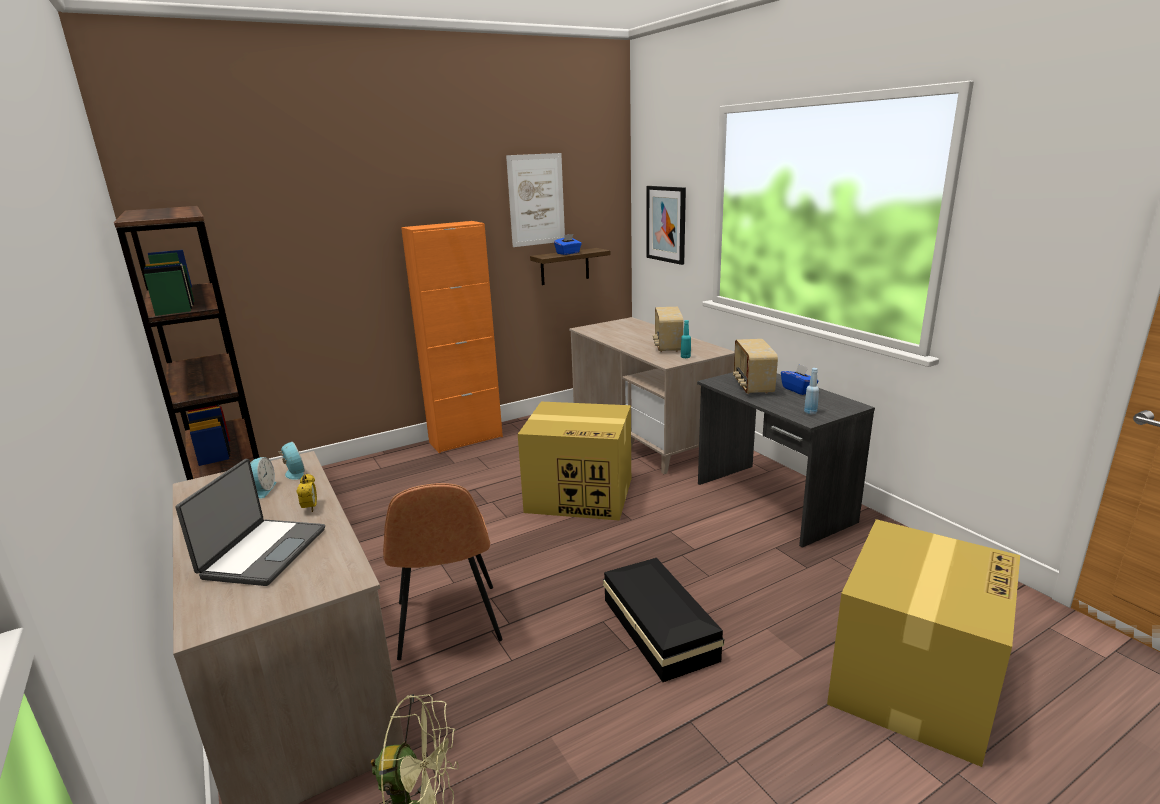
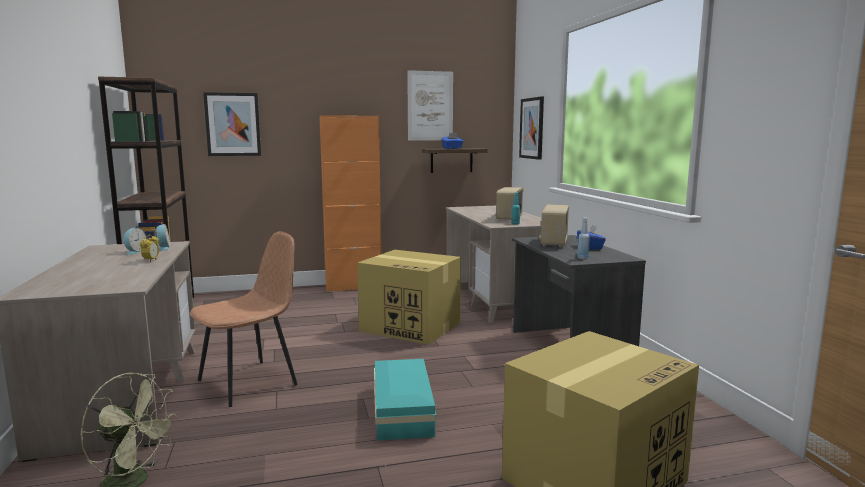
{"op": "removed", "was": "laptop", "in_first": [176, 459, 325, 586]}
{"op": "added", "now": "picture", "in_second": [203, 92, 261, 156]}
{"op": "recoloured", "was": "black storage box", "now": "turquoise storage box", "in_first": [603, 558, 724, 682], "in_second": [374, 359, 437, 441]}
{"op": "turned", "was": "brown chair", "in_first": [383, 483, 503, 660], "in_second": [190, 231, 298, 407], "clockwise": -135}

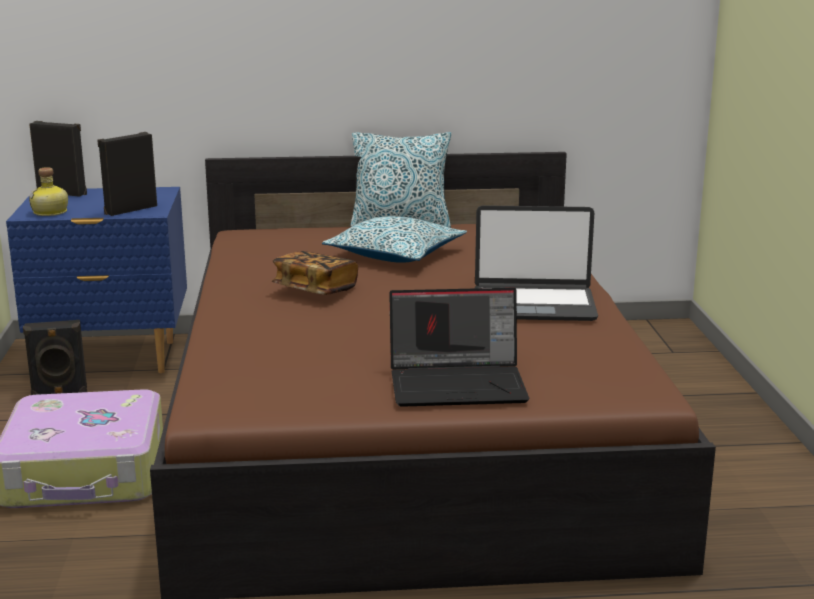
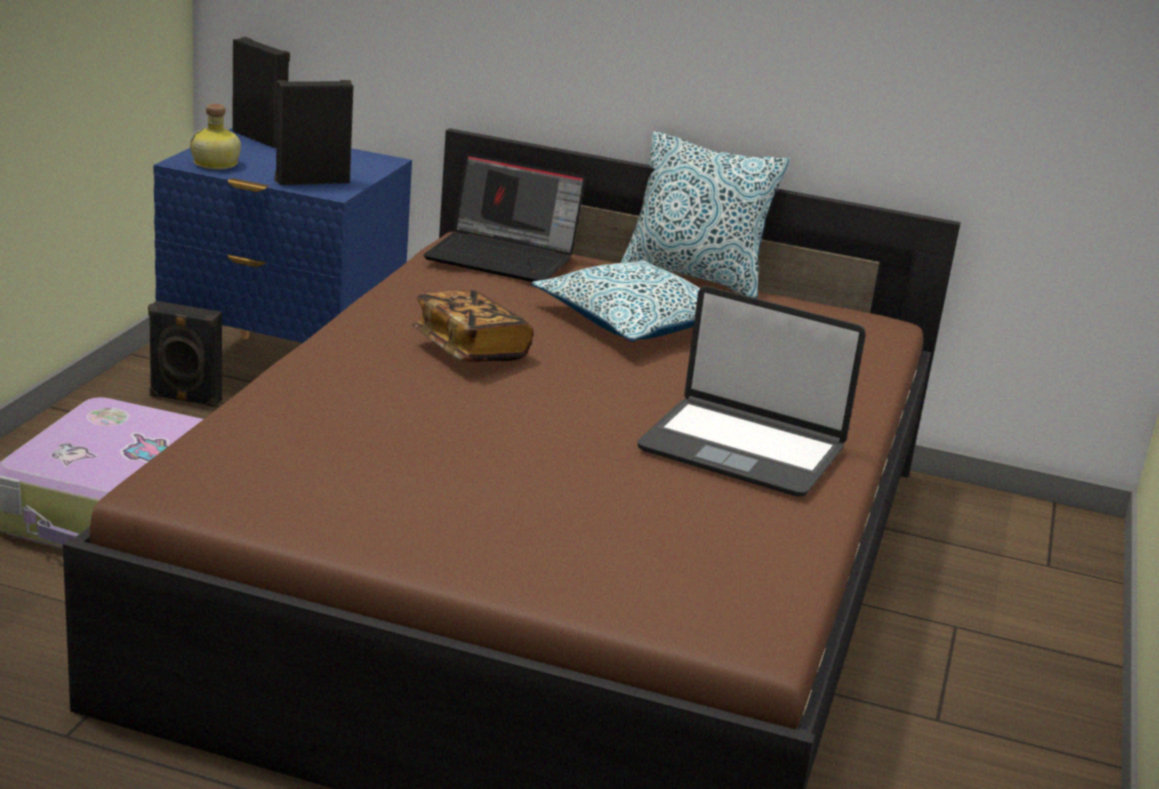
{"op": "moved", "was": "laptop", "in_first": [389, 288, 529, 407], "in_second": [423, 154, 586, 282]}

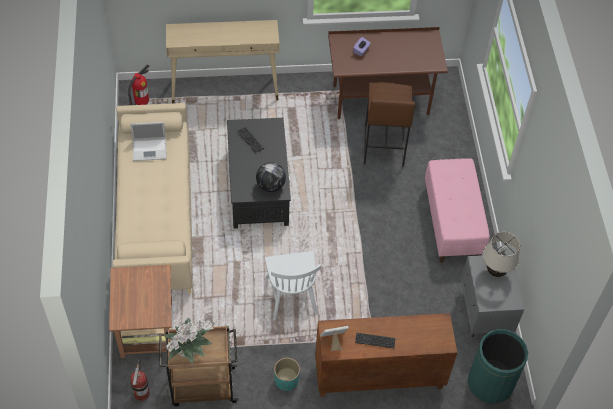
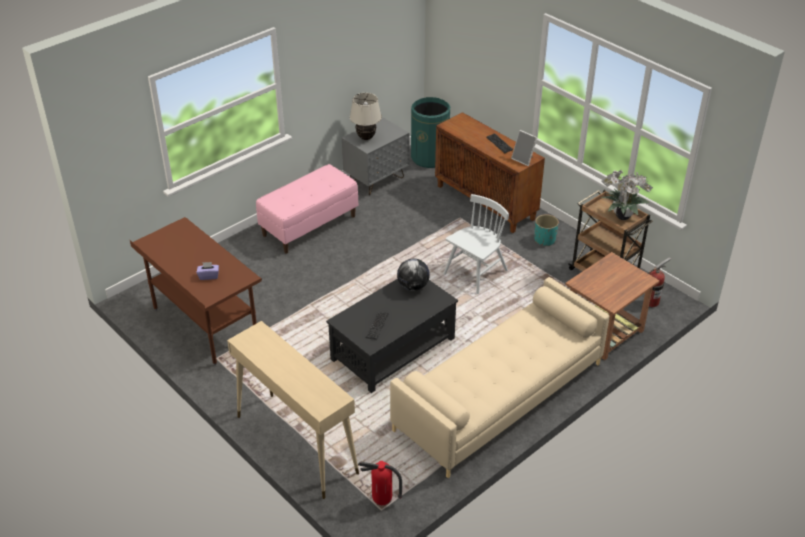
{"op": "removed", "was": "laptop", "in_first": [130, 122, 167, 161]}
{"op": "removed", "was": "brown stool", "in_first": [364, 82, 415, 167]}

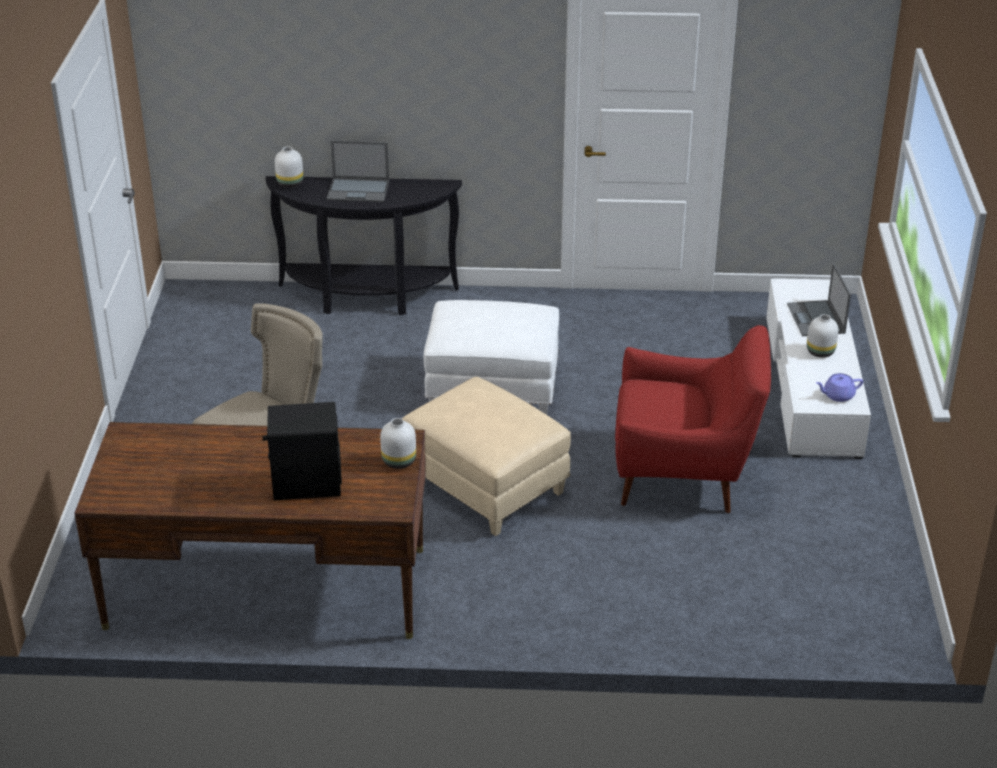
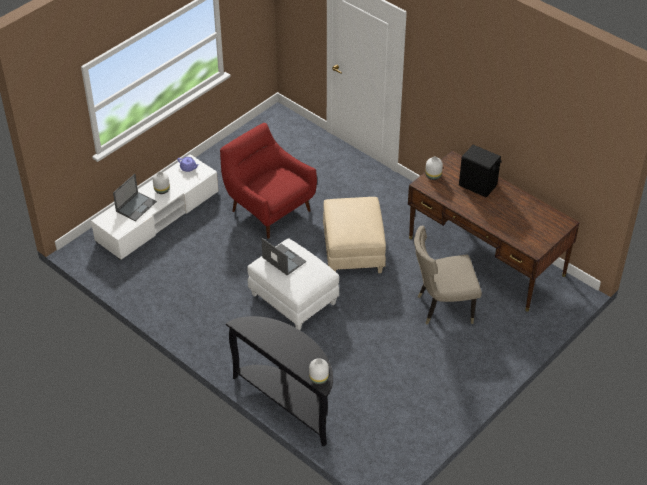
{"op": "moved", "was": "laptop", "in_first": [327, 140, 389, 202], "in_second": [261, 238, 306, 276]}

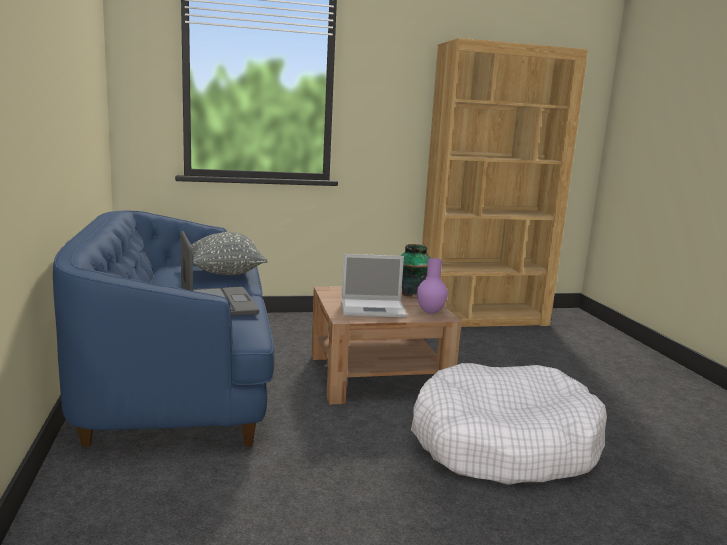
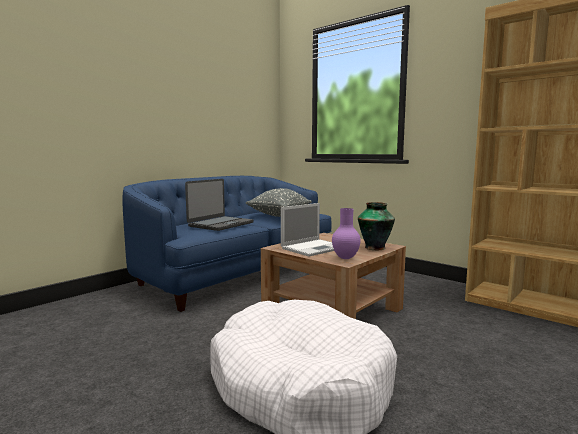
{"op": "turned", "was": "laptop", "in_first": [341, 254, 407, 317], "in_second": [281, 203, 334, 256], "clockwise": -90}

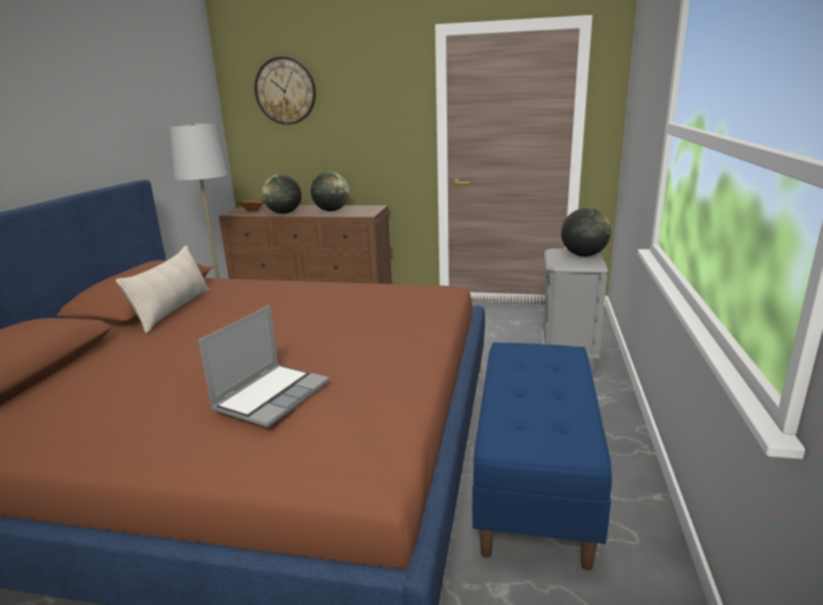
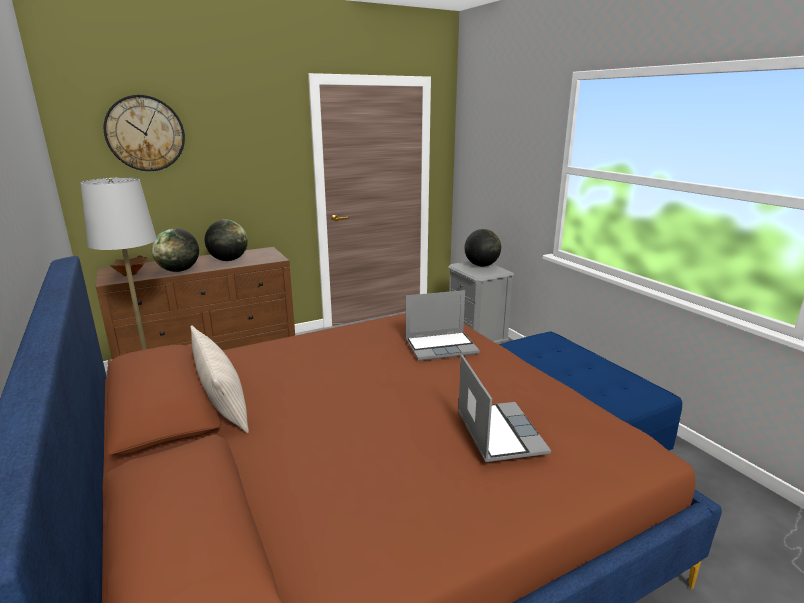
{"op": "added", "now": "laptop", "in_second": [405, 290, 480, 361]}

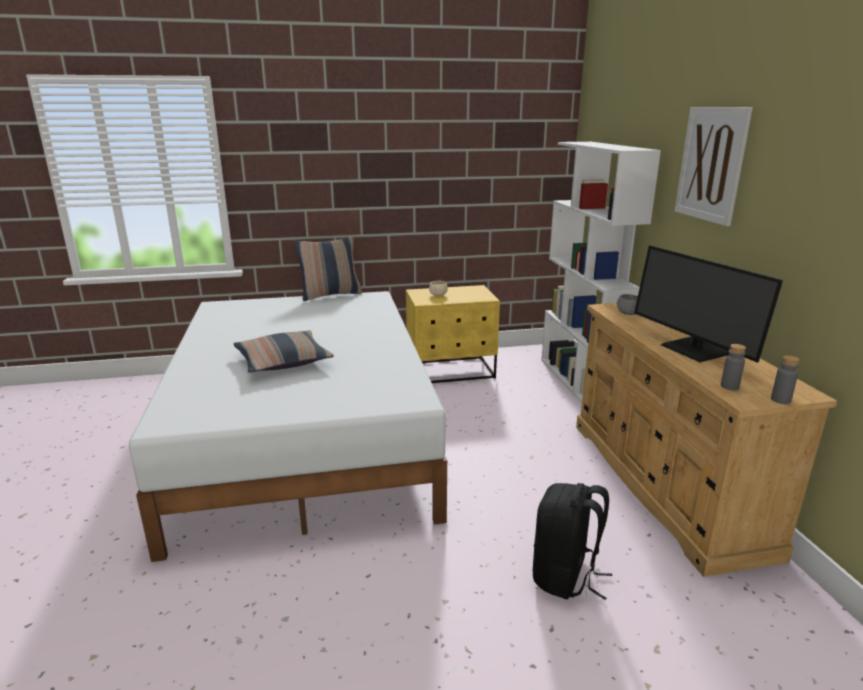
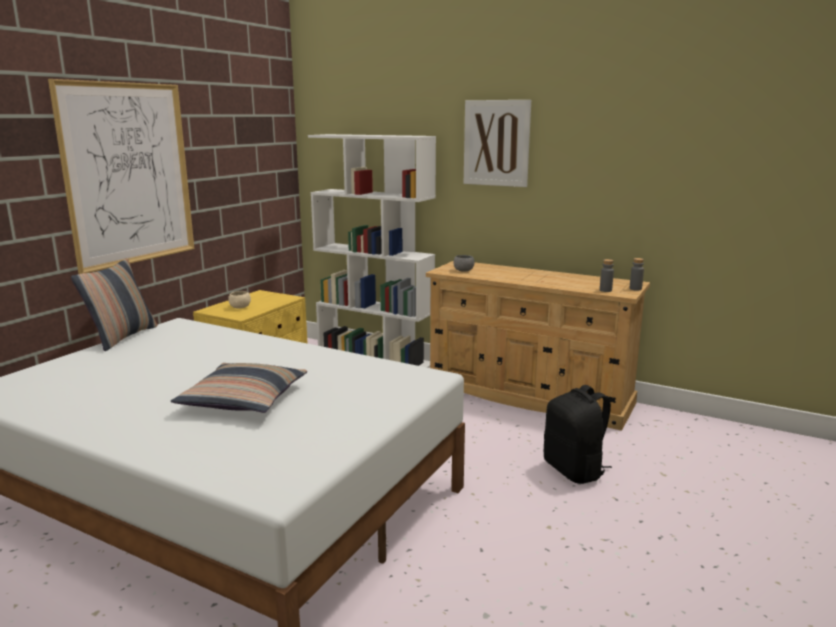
{"op": "removed", "was": "monitor", "in_first": [634, 246, 783, 362]}
{"op": "added", "now": "picture", "in_second": [48, 79, 194, 274]}

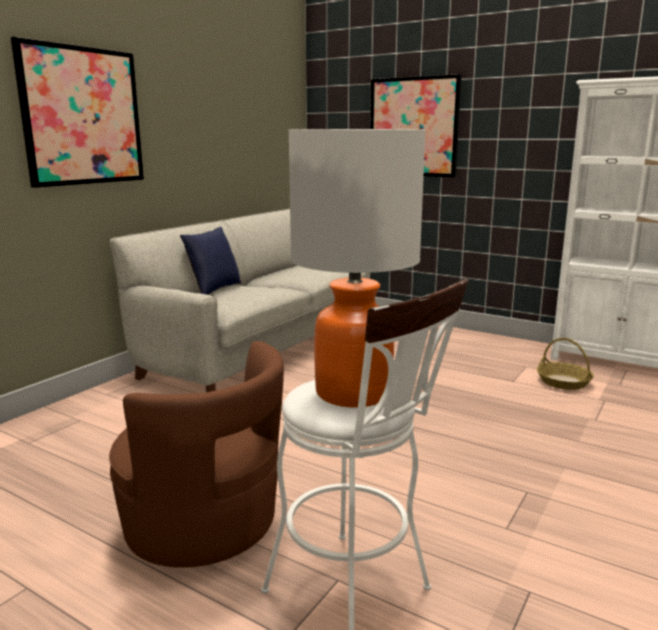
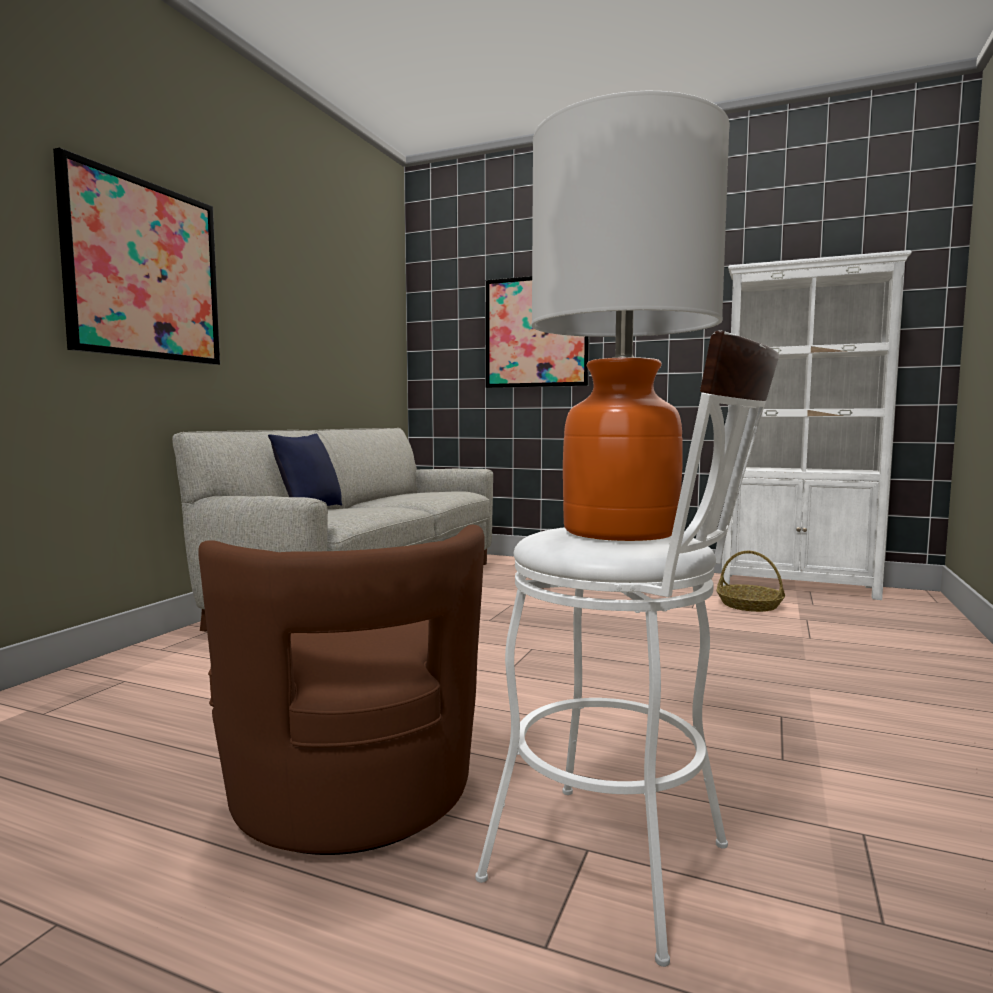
{"op": "turned", "was": "brown armchair", "in_first": [109, 341, 284, 568], "in_second": [198, 525, 485, 855], "clockwise": 45}

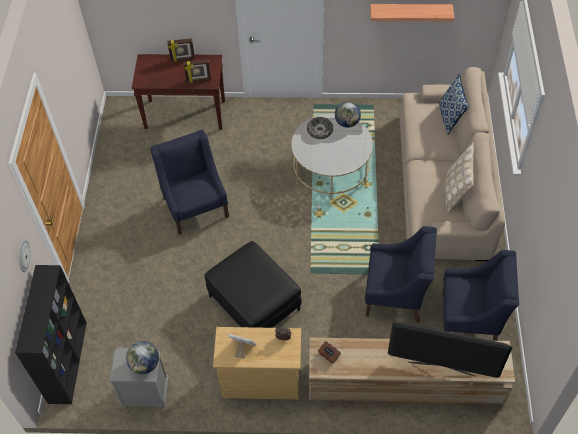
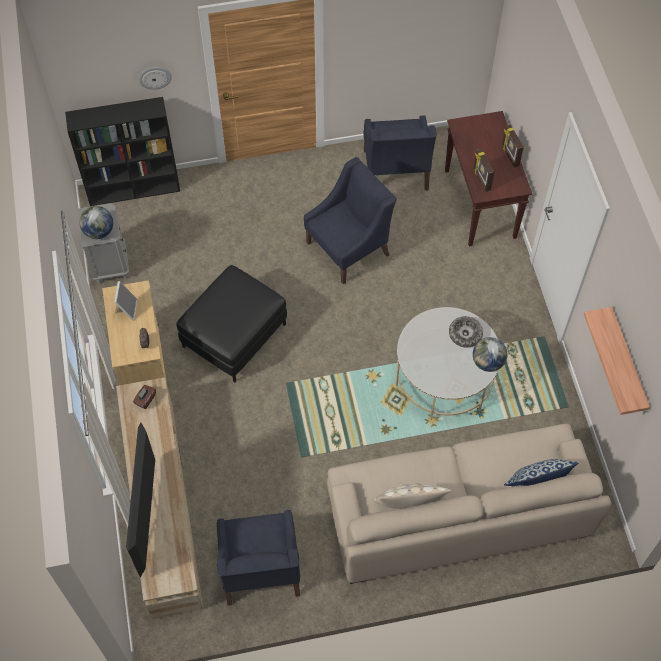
{"op": "moved", "was": "blue armchair", "in_first": [365, 226, 437, 323], "in_second": [364, 115, 437, 191]}

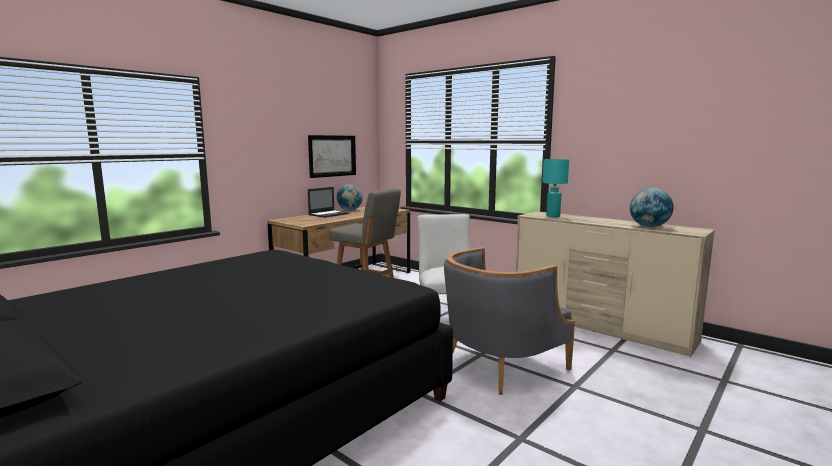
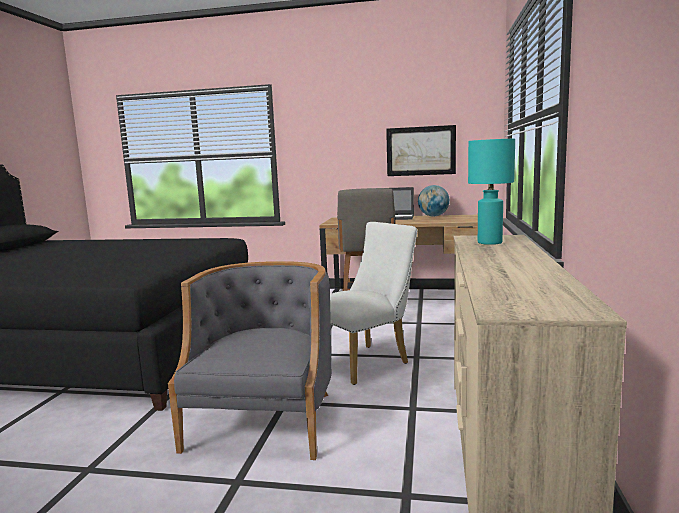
{"op": "removed", "was": "globe", "in_first": [630, 188, 674, 227]}
{"op": "turned", "was": "grey armchair", "in_first": [444, 247, 575, 395], "in_second": [168, 261, 332, 460], "clockwise": 75}

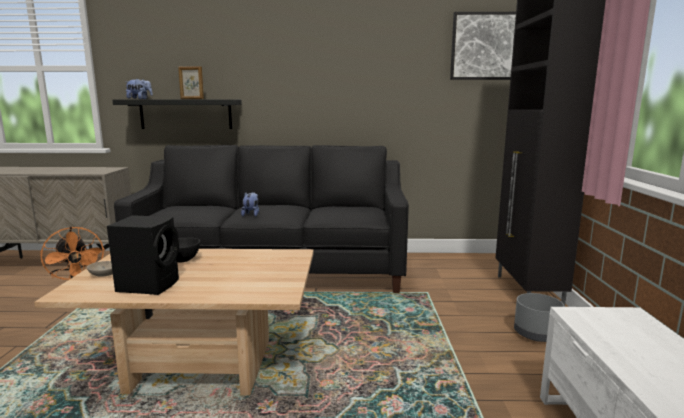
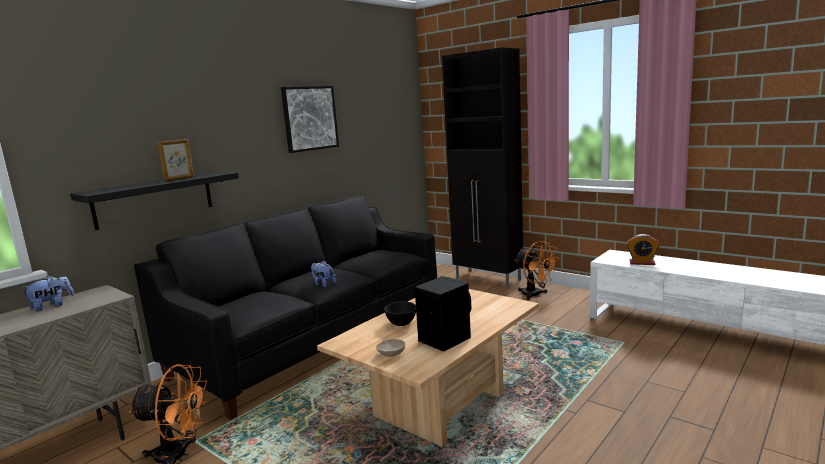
{"op": "added", "now": "alarm clock", "in_second": [627, 234, 660, 265]}
{"op": "moved", "was": "plush toy", "in_first": [126, 79, 153, 99], "in_second": [21, 276, 74, 312]}
{"op": "moved", "was": "picture", "in_first": [450, 12, 516, 80], "in_second": [281, 86, 339, 153]}
{"op": "replaced", "was": "grey planter", "now": "orange fan", "in_first": [514, 293, 564, 342], "in_second": [515, 241, 560, 300]}

